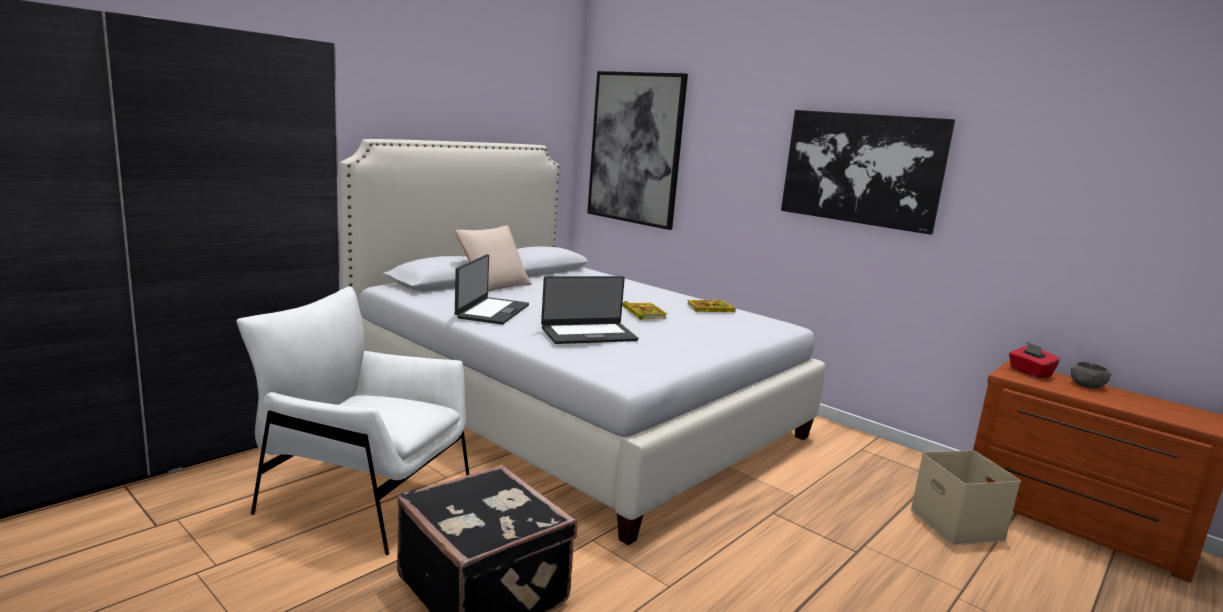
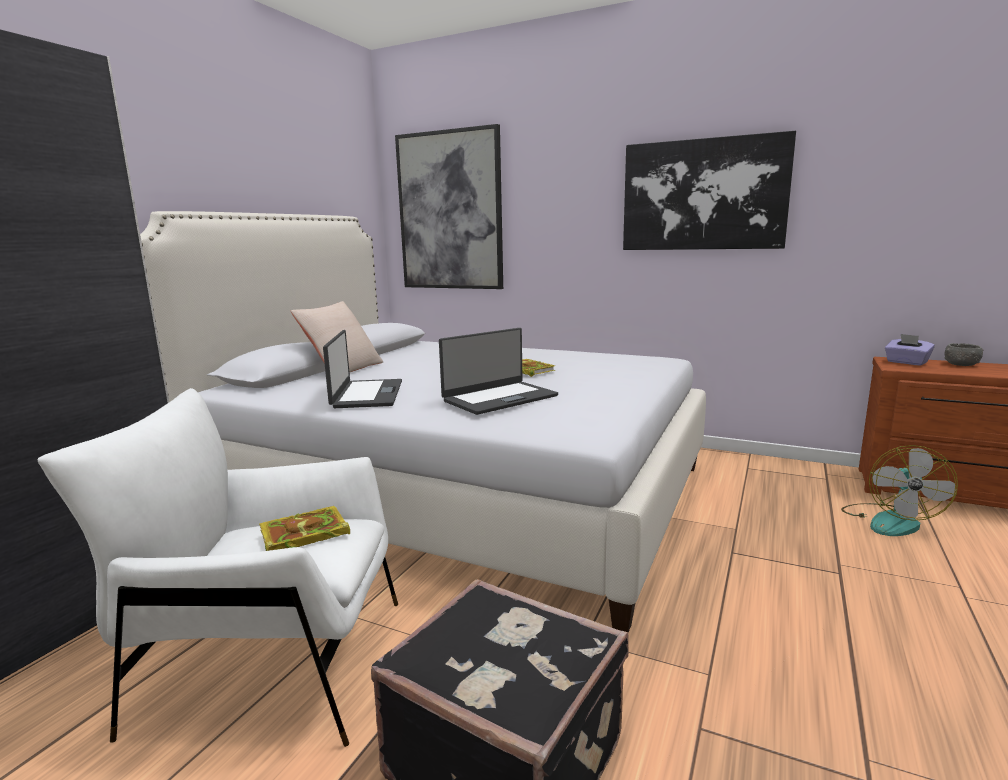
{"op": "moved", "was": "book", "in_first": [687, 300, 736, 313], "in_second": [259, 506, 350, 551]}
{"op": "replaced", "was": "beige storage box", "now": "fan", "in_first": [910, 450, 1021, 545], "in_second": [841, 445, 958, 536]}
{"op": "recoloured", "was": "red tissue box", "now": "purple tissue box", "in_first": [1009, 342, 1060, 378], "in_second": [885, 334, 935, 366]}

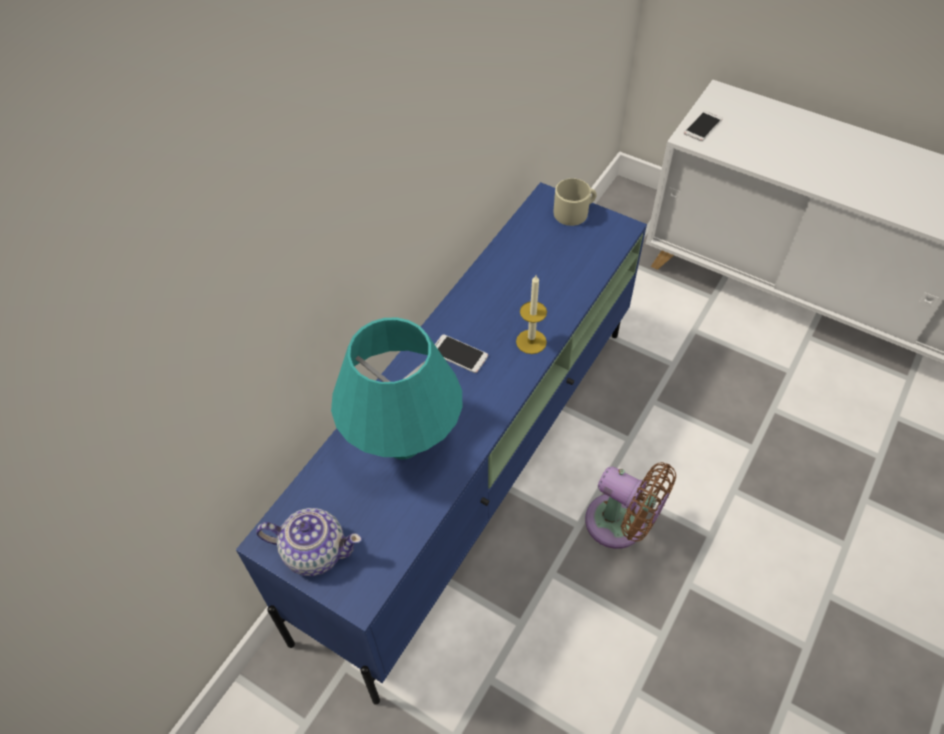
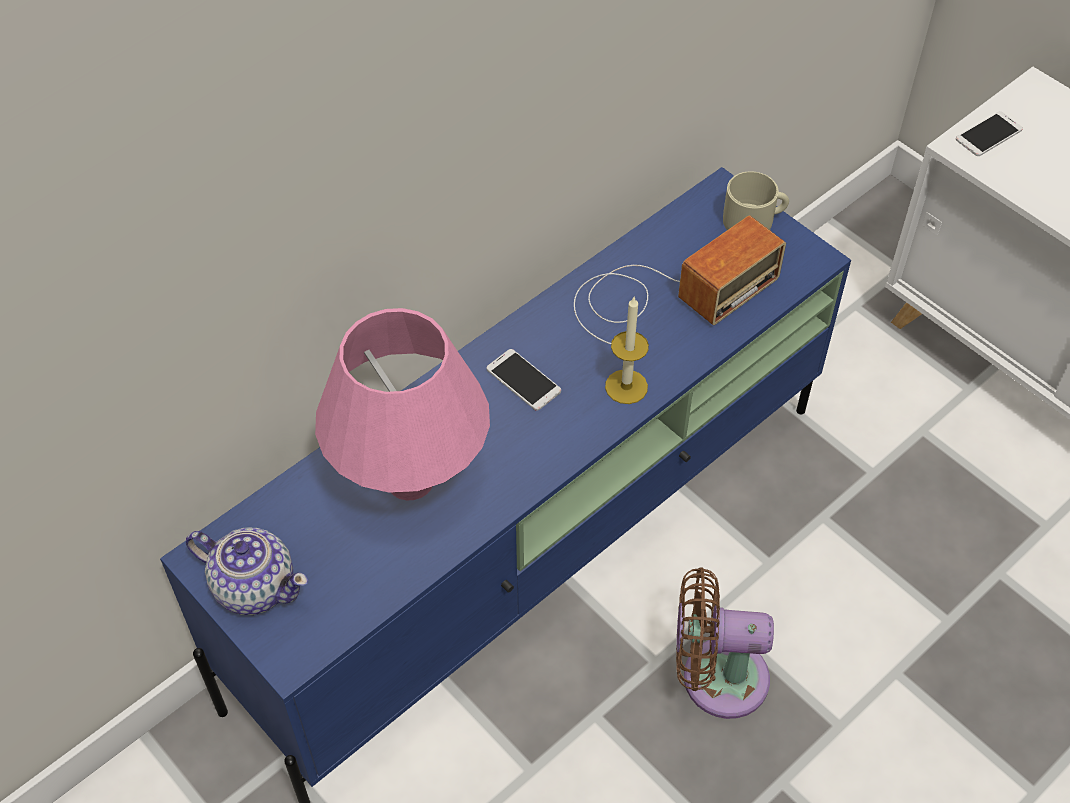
{"op": "added", "now": "radio", "in_second": [574, 215, 786, 344]}
{"op": "recoloured", "was": "turquoise table lamp", "now": "pink table lamp", "in_first": [331, 317, 462, 459], "in_second": [315, 308, 490, 500]}
{"op": "turned", "was": "brown fan", "in_first": [585, 462, 676, 549], "in_second": [676, 567, 774, 719], "clockwise": 135}

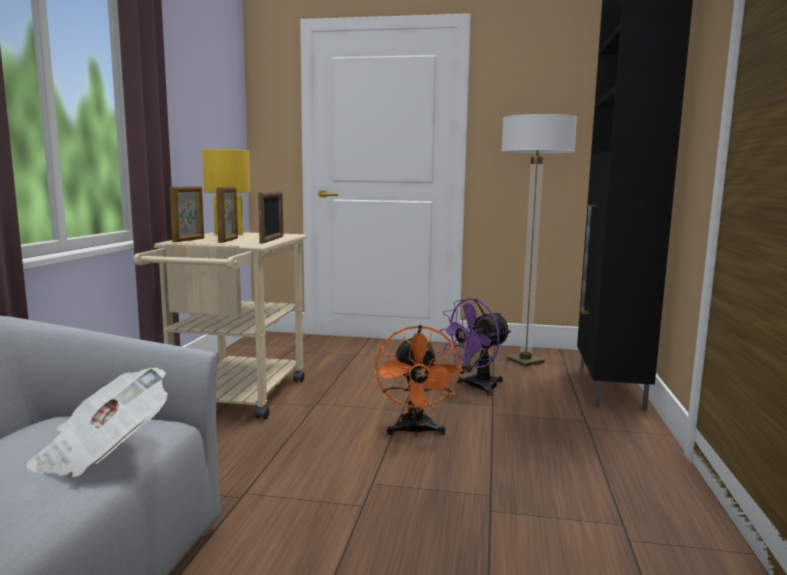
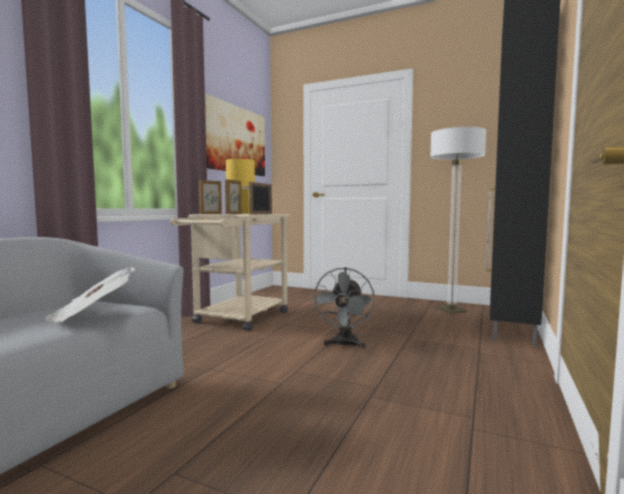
{"op": "removed", "was": "purple fan", "in_first": [439, 298, 511, 396]}
{"op": "added", "now": "picture", "in_second": [205, 93, 265, 176]}
{"op": "recoloured", "was": "orange fan", "now": "grey fan", "in_first": [375, 325, 463, 436], "in_second": [312, 267, 375, 349]}

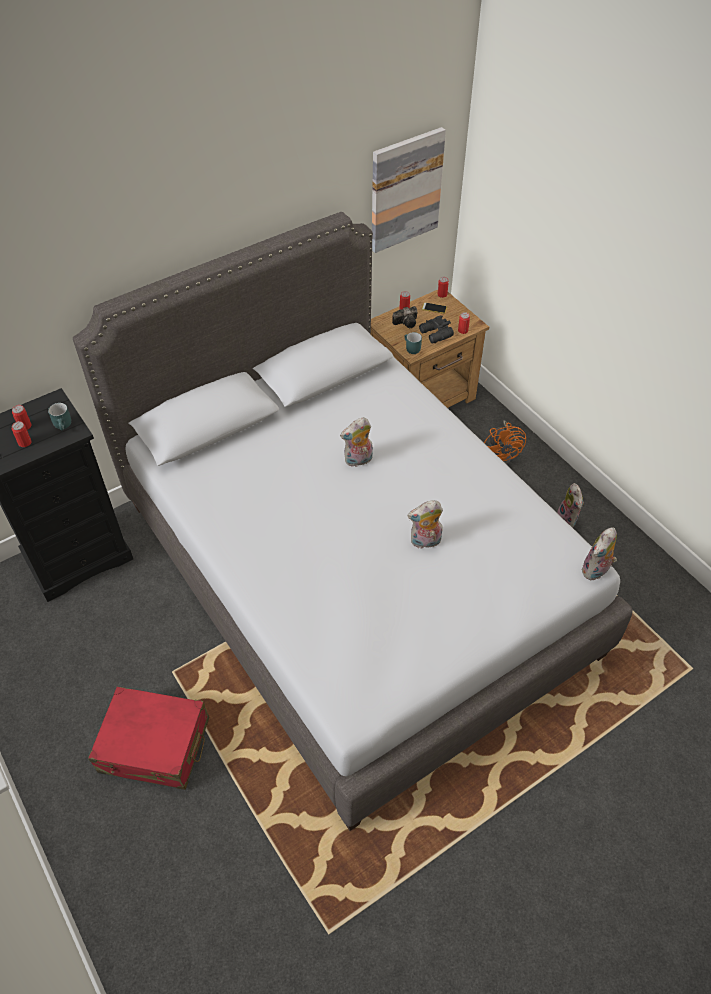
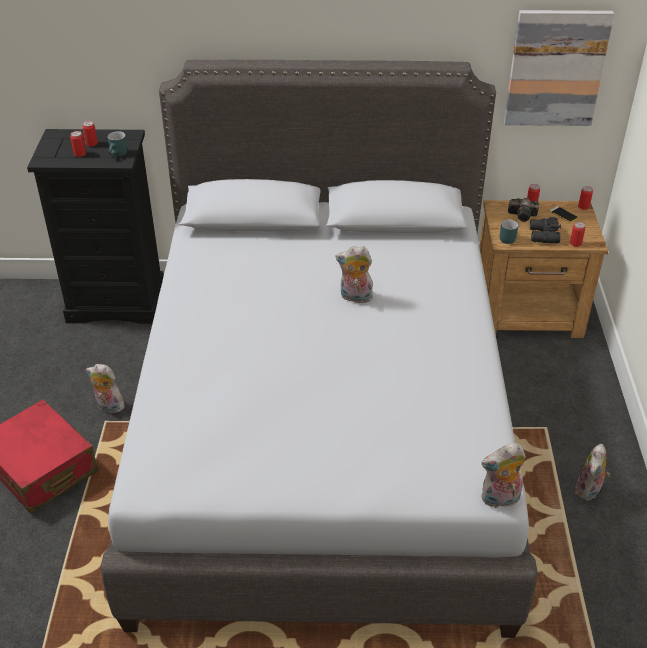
{"op": "removed", "was": "orange fan", "in_first": [484, 420, 526, 465]}
{"op": "moved", "was": "plush toy", "in_first": [407, 500, 443, 549], "in_second": [86, 364, 125, 413]}

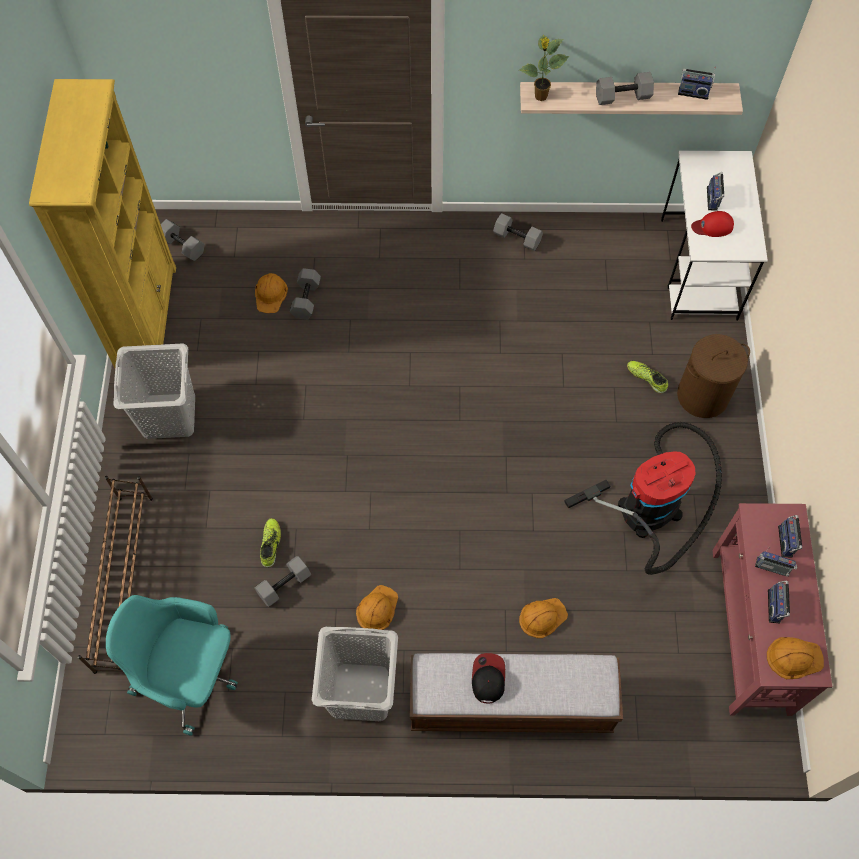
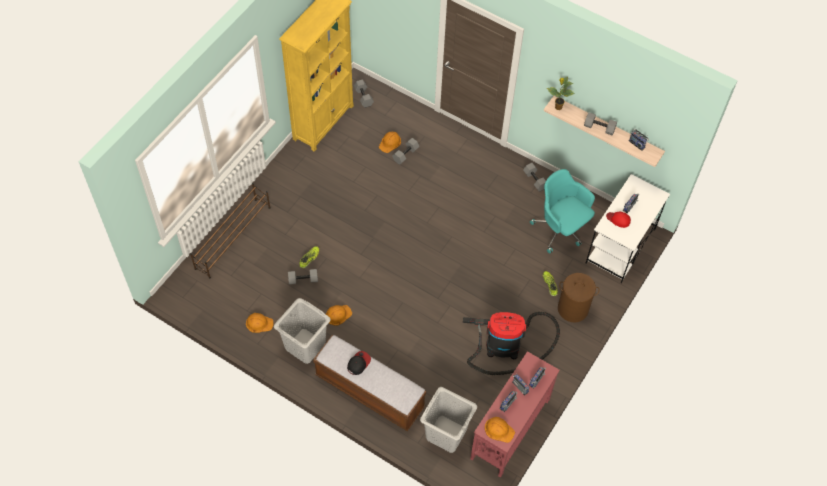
{"op": "moved", "was": "turquoise office chair", "in_first": [106, 595, 238, 736], "in_second": [530, 169, 595, 254]}
{"op": "moved", "was": "grey laundry basket", "in_first": [113, 343, 195, 439], "in_second": [420, 387, 477, 453]}
{"op": "moved", "was": "orange hard hat", "in_first": [519, 598, 568, 638], "in_second": [246, 313, 273, 333]}

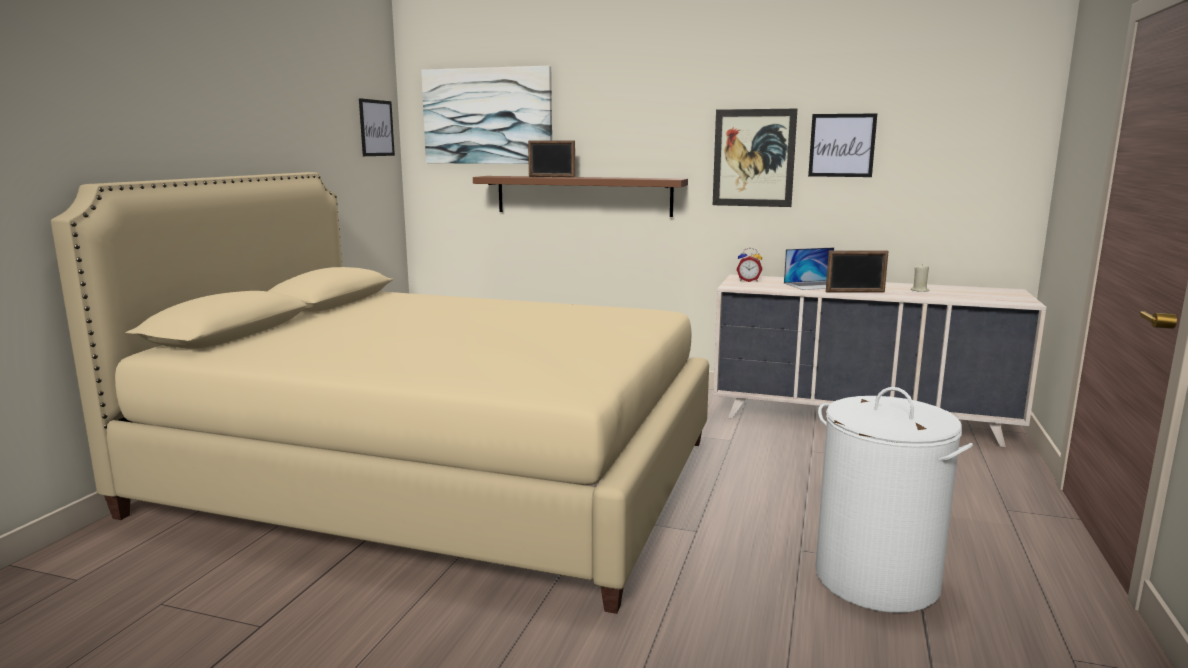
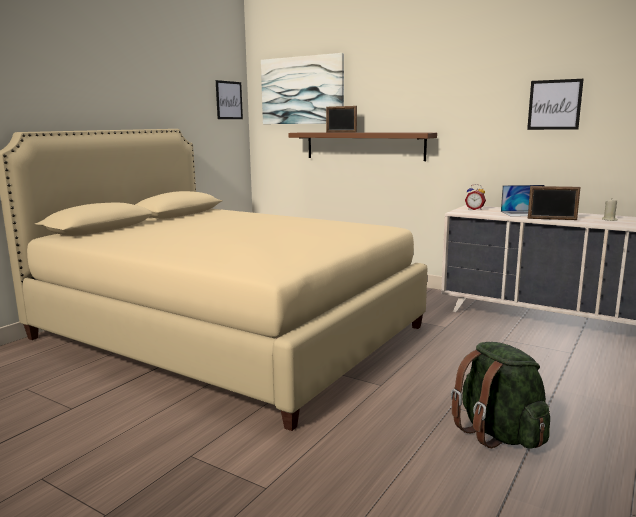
{"op": "removed", "was": "picture", "in_first": [713, 109, 797, 207]}
{"op": "replaced", "was": "white laundry basket", "now": "green backpack", "in_first": [815, 387, 973, 613], "in_second": [451, 342, 550, 449]}

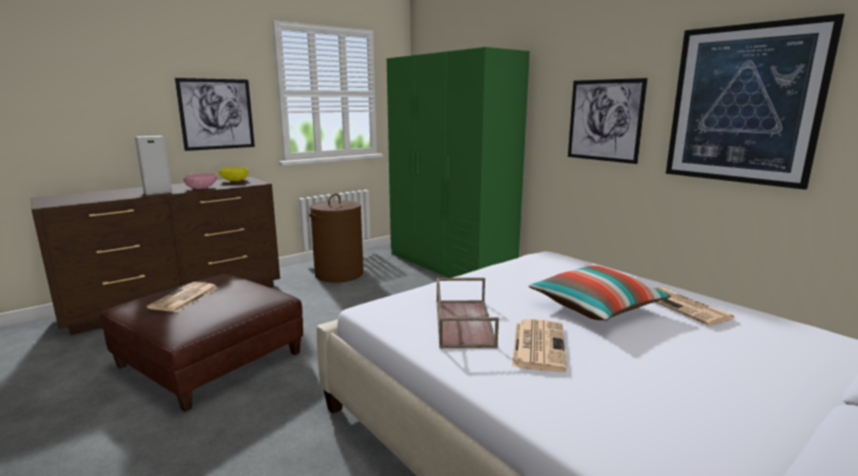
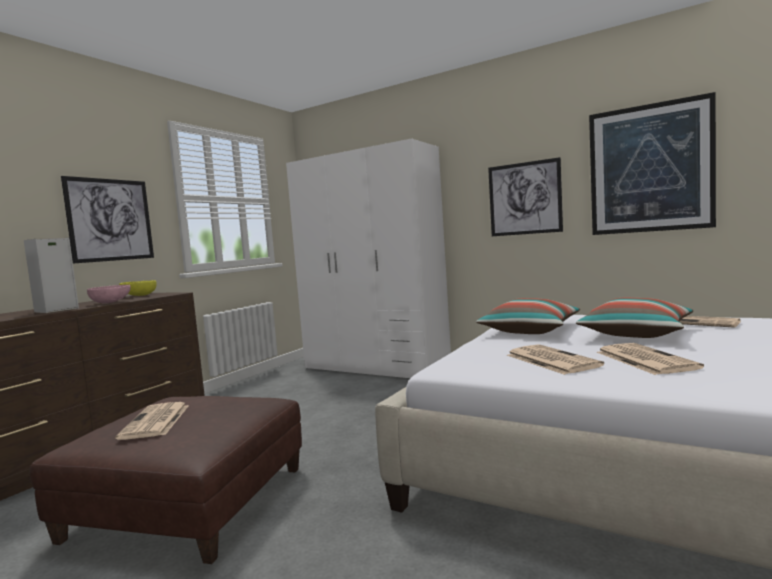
{"op": "removed", "was": "brown laundry basket", "in_first": [309, 194, 363, 283]}
{"op": "added", "now": "pillow", "in_second": [476, 298, 580, 334]}
{"op": "replaced", "was": "brown tray", "now": "newspaper", "in_first": [437, 278, 499, 348], "in_second": [507, 344, 604, 375]}
{"op": "recoloured", "was": "green wardrobe", "now": "white wardrobe", "in_first": [387, 47, 530, 278], "in_second": [286, 139, 451, 378]}

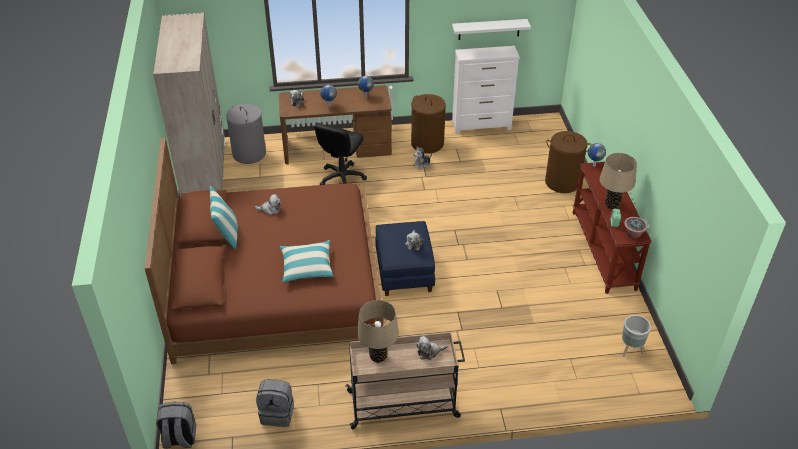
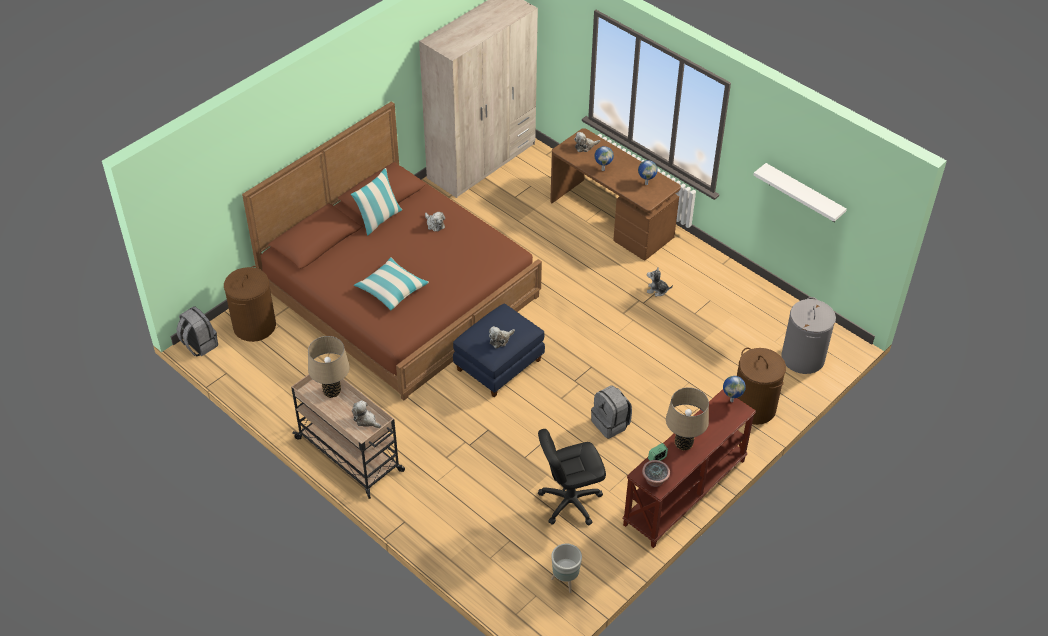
{"op": "removed", "was": "white dresser", "in_first": [452, 46, 519, 134]}
{"op": "moved", "was": "grey laundry basket", "in_first": [226, 104, 266, 164], "in_second": [781, 297, 836, 374]}
{"op": "moved", "was": "grey backpack", "in_first": [256, 379, 294, 427], "in_second": [591, 385, 632, 439]}
{"op": "moved", "was": "black office chair", "in_first": [314, 123, 367, 185], "in_second": [538, 429, 606, 525]}
{"op": "moved", "was": "brown laundry basket", "in_first": [411, 94, 446, 153], "in_second": [224, 266, 276, 342]}

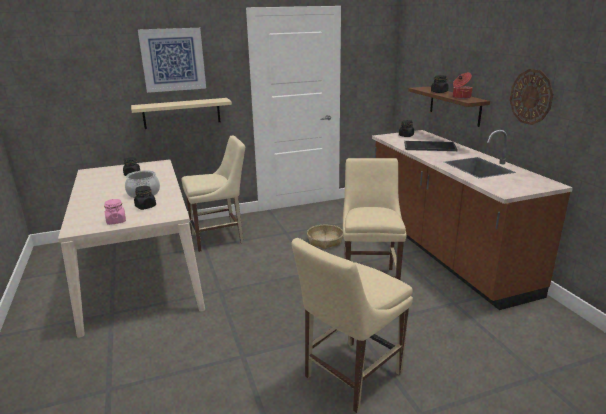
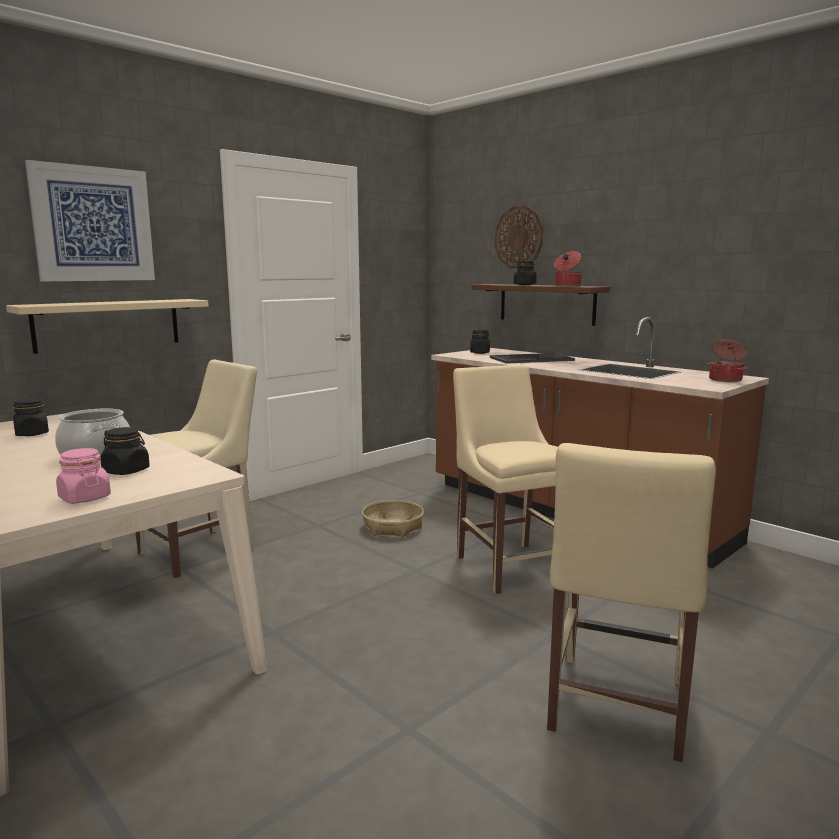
{"op": "added", "now": "cooking pot", "in_second": [708, 340, 748, 382]}
{"op": "moved", "was": "wall clock", "in_first": [510, 69, 553, 125], "in_second": [494, 206, 543, 268]}

